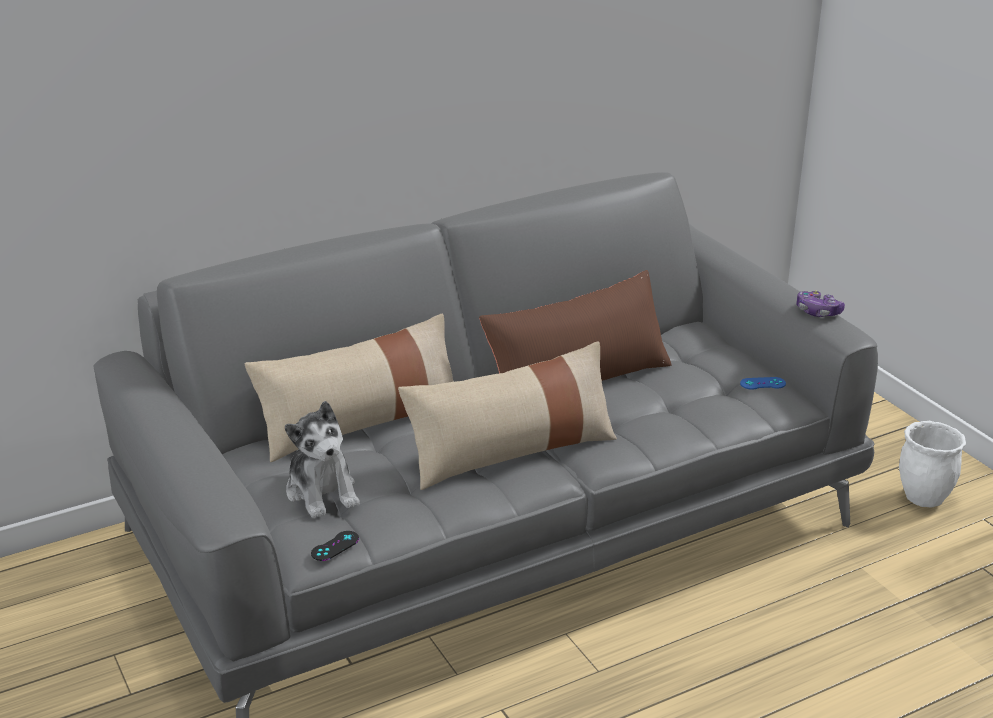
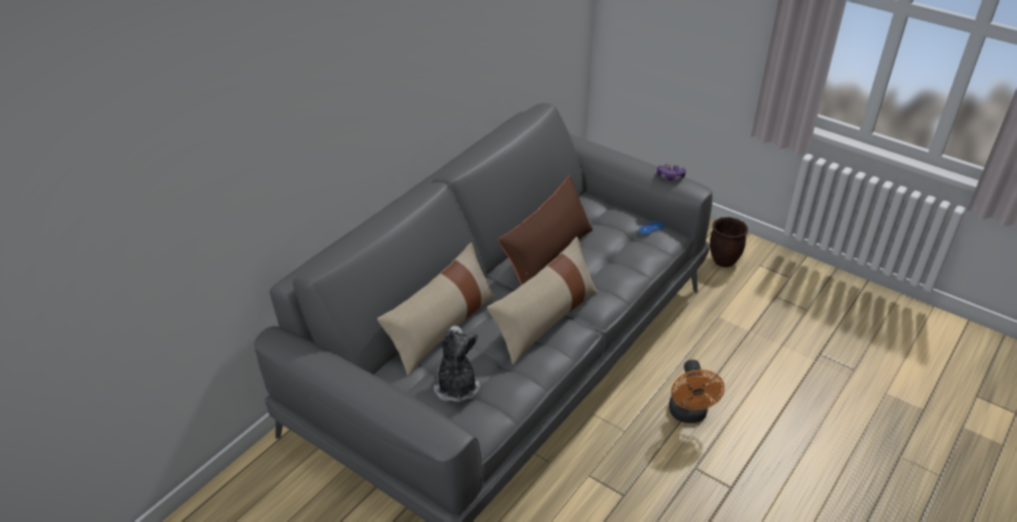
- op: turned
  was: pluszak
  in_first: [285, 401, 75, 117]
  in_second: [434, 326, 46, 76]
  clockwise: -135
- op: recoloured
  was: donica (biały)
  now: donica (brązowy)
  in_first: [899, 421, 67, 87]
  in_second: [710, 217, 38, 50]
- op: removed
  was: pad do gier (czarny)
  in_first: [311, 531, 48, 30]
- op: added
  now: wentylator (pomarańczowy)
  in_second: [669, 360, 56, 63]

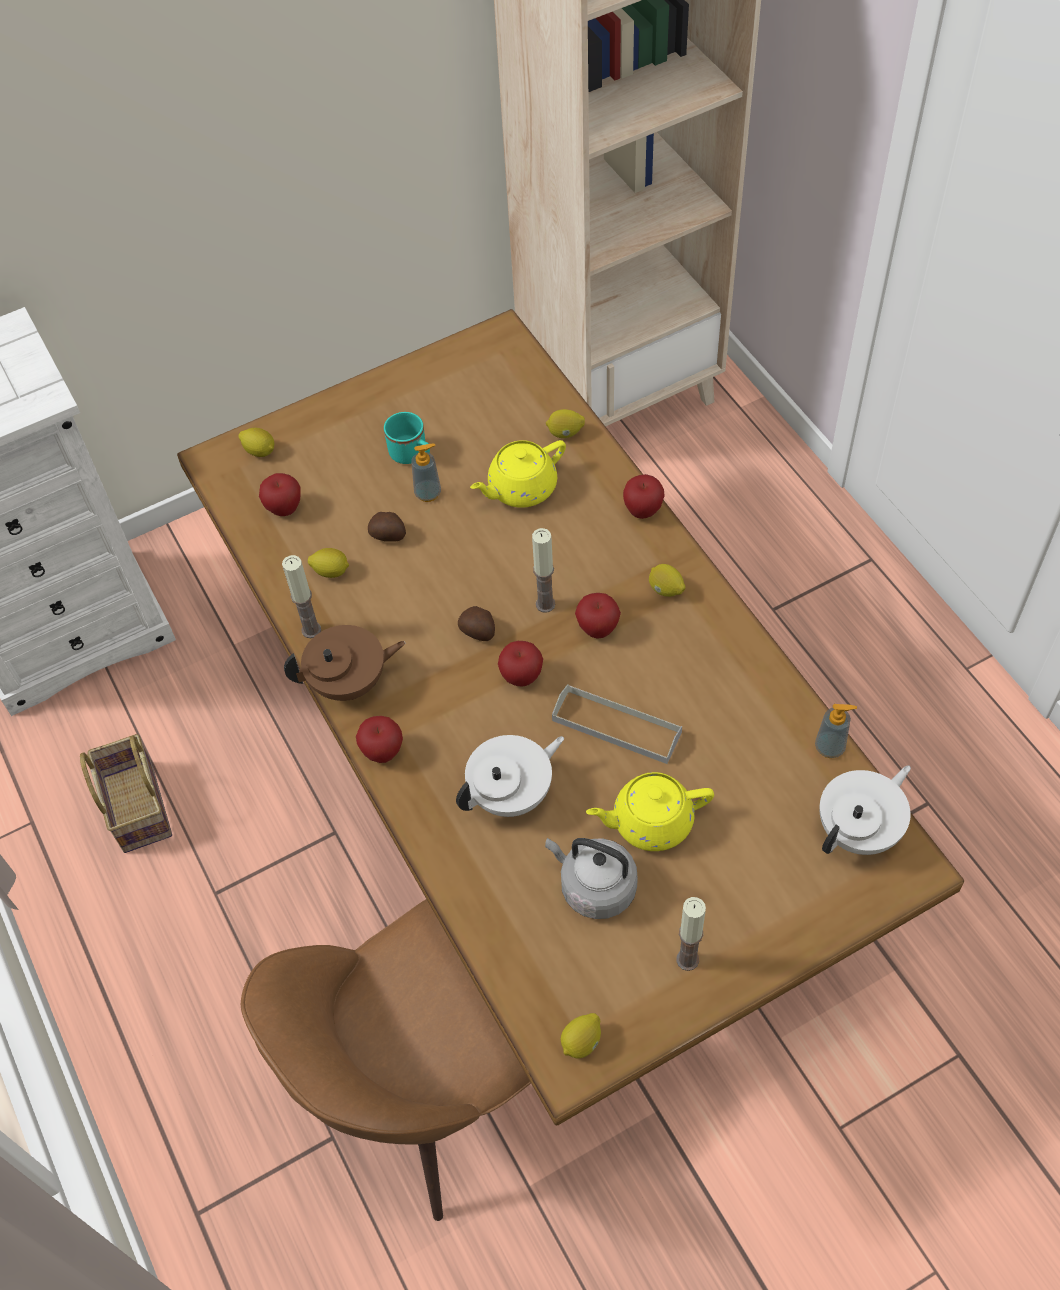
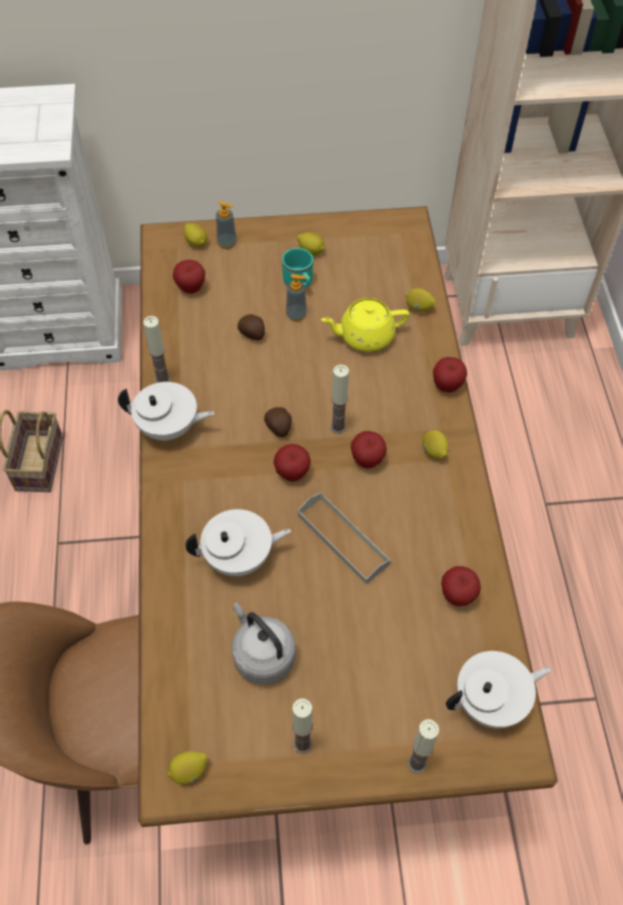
- op: moved
  was: cytryna
  in_first: [308, 548, 41, 30]
  in_second: [297, 232, 27, 23]
- op: recoloured
  was: imbryk (brązowy)
  now: imbryk (biały)
  in_first: [284, 625, 121, 76]
  in_second: [118, 382, 97, 59]
- op: moved
  was: dozownik mydła
  in_first: [815, 704, 42, 54]
  in_second: [216, 201, 21, 48]
- op: moved
  was: jabłko
  in_first: [356, 716, 47, 47]
  in_second: [441, 566, 40, 40]
- op: removed
  was: imbryk (żółty)
  in_first: [586, 772, 128, 79]
- op: added
  now: świeca
  in_second: [408, 719, 31, 55]

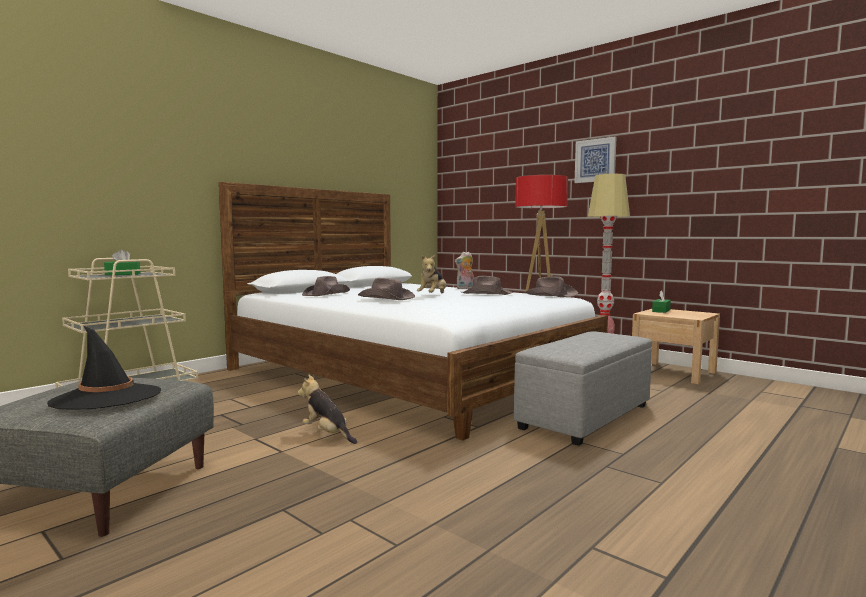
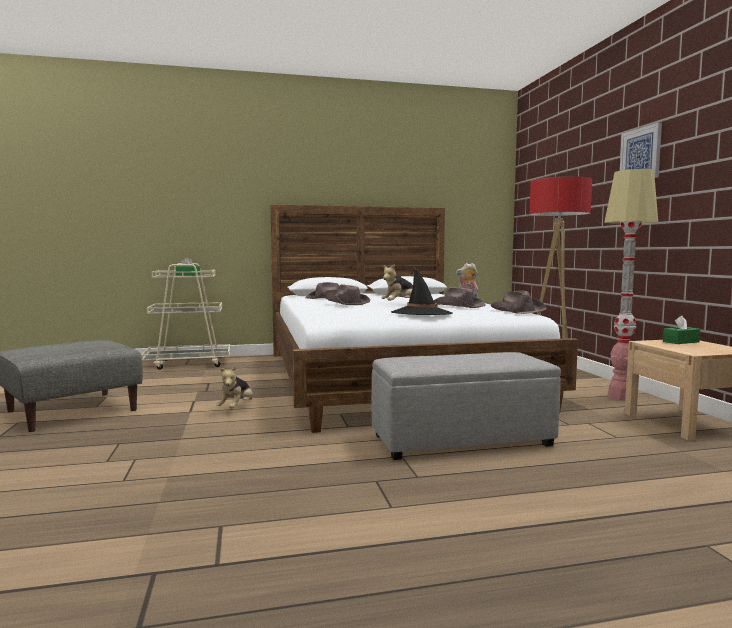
- op: moved
  was: kapelusz (czarny)
  in_first: [47, 325, 114, 84]
  in_second: [391, 267, 62, 48]
- op: turned
  was: pluszak
  in_first: [298, 375, 59, 69]
  in_second: [216, 366, 37, 42]
  clockwise: -150

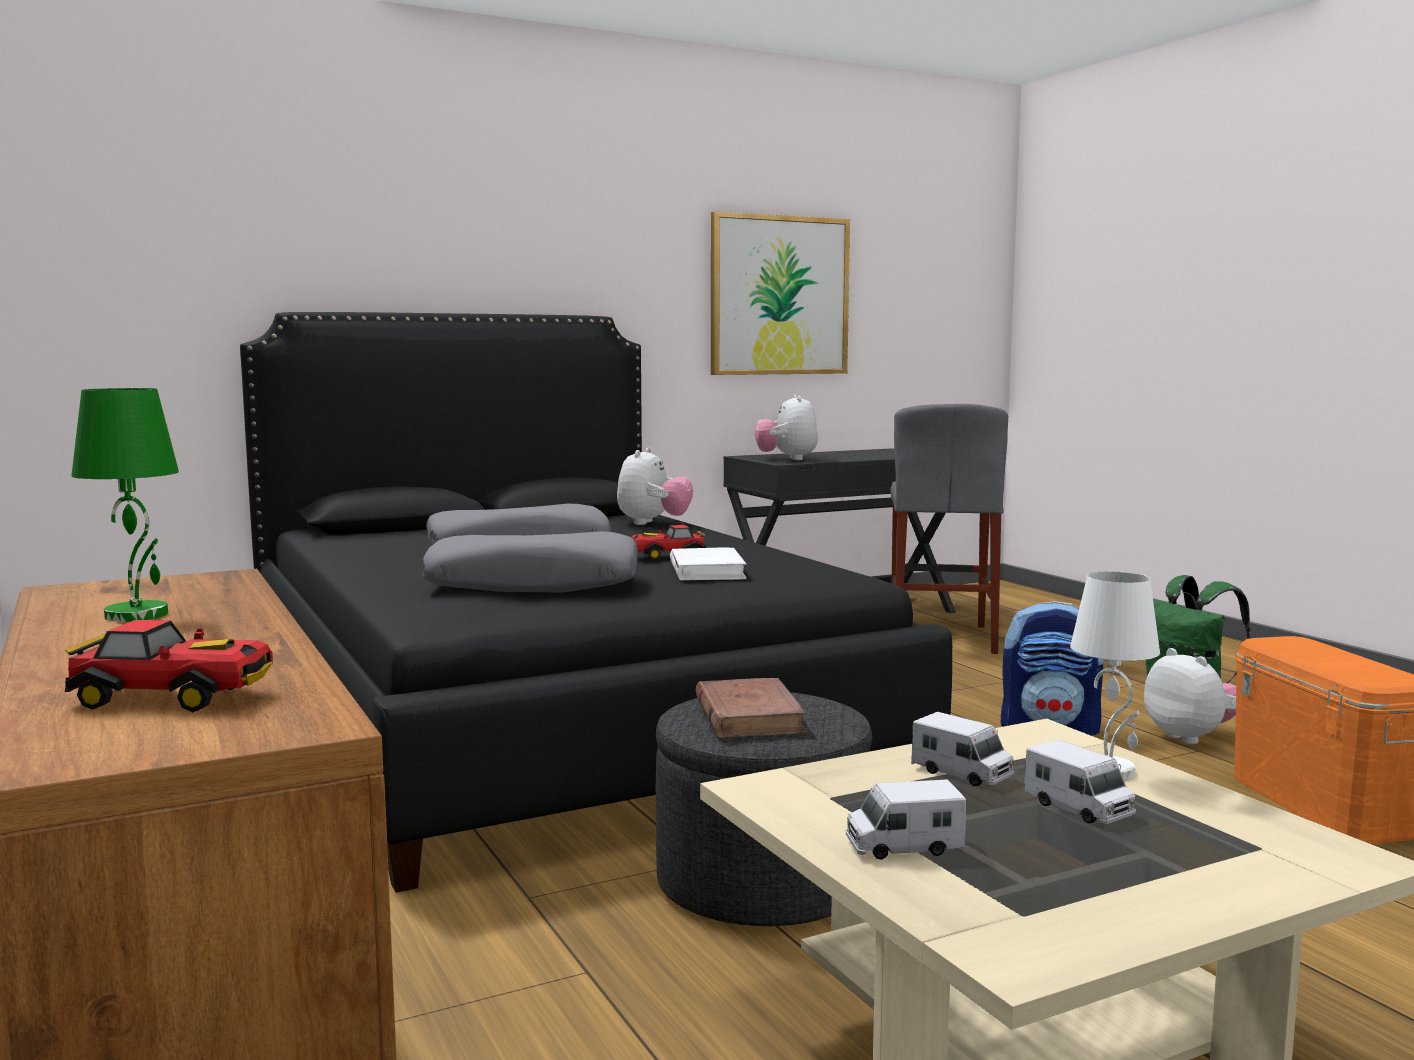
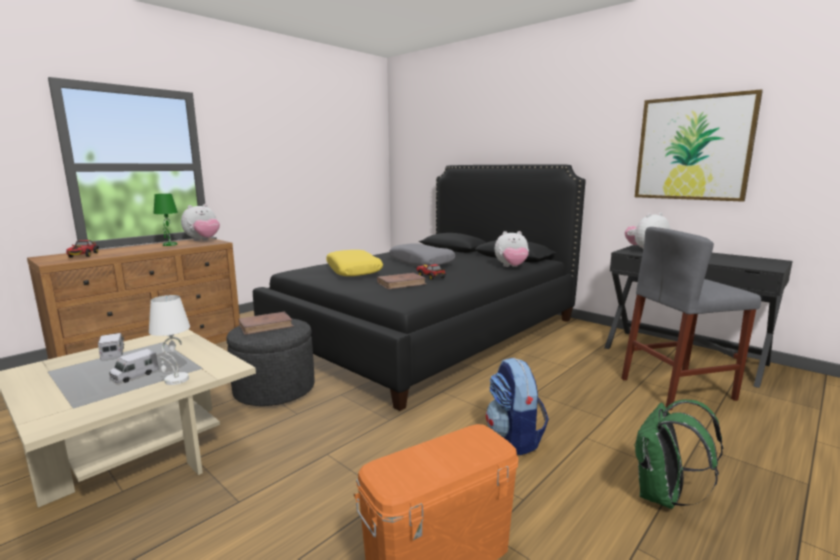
- op: recoloured
  was: poduszka (szary)
  now: poduszka (żółty)
  in_first: [422, 531, 216, 62]
  in_second: [326, 250, 57, 26]
- op: recoloured
  was: książka (biały)
  now: książka (brązowy)
  in_first: [670, 547, 76, 33]
  in_second: [377, 273, 49, 16]
- op: moved
  was: pluszak
  in_first: [1144, 648, 92, 96]
  in_second: [181, 204, 39, 37]
- op: removed
  was: ciężarówka zabawkowa
  in_first: [911, 712, 103, 74]

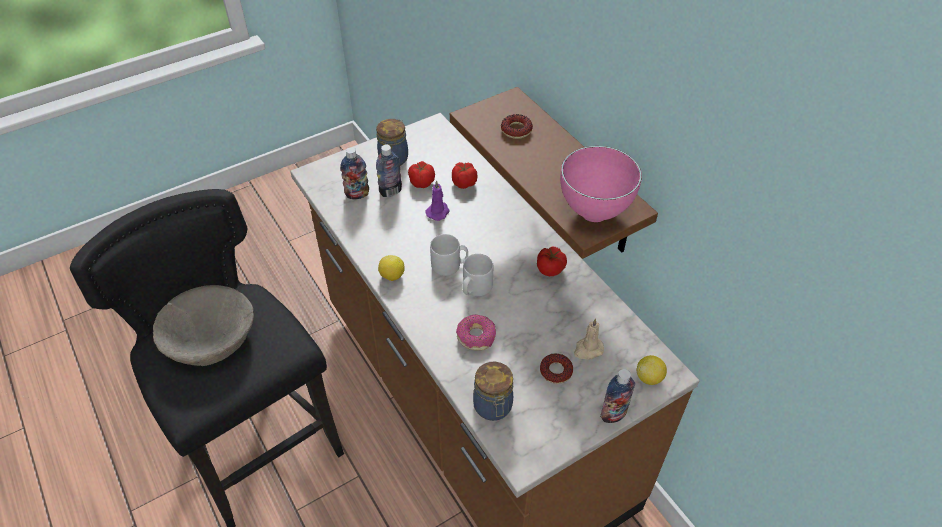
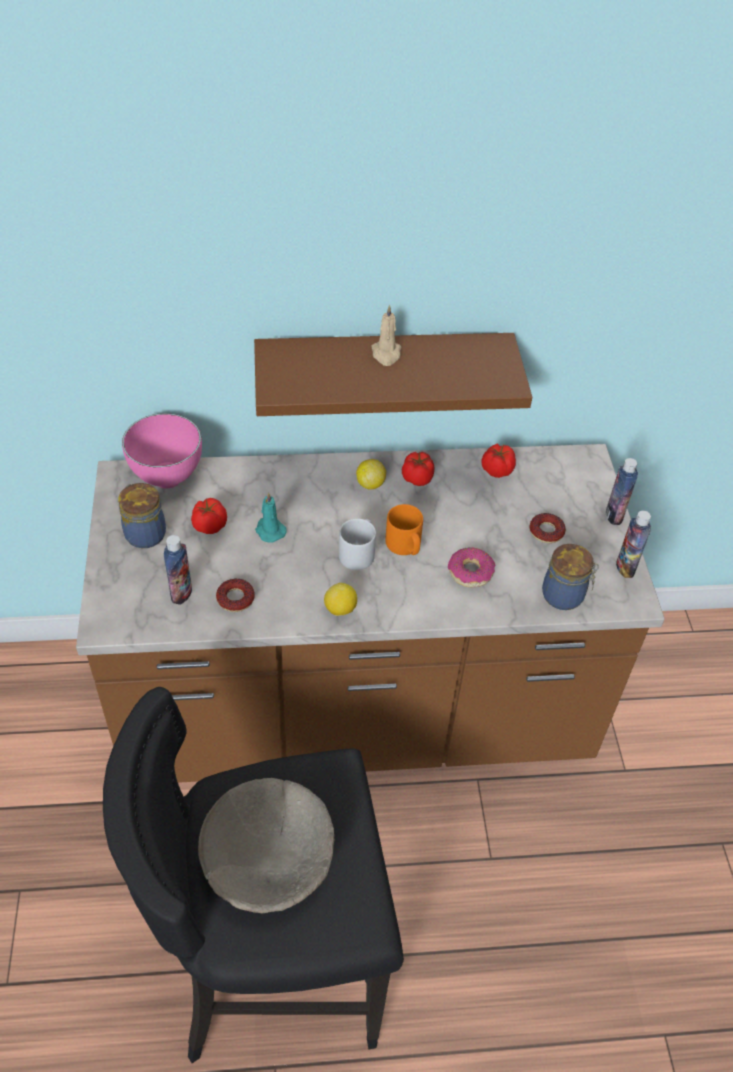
- op: moved
  was: donut
  in_first: [501, 114, 32, 25]
  in_second: [216, 579, 39, 33]
- op: moved
  was: butelka
  in_first: [376, 144, 26, 53]
  in_second: [616, 511, 35, 67]
- op: moved
  was: miska (różowy)
  in_first: [560, 146, 82, 76]
  in_second: [122, 413, 80, 75]
- op: moved
  was: pomidor
  in_first: [452, 162, 25, 27]
  in_second: [481, 444, 35, 34]
- op: recoloured
  was: świeca (fioletowy)
  now: świeca (turkusowy)
  in_first: [425, 180, 25, 41]
  in_second: [255, 492, 31, 51]
- op: recoloured
  was: kubek (szary)
  now: kubek (pomarańczowy)
  in_first: [462, 254, 31, 42]
  in_second: [385, 504, 38, 51]
- op: moved
  was: świeca (beżowy)
  in_first: [574, 318, 30, 42]
  in_second: [371, 304, 30, 62]
- op: moved
  was: cytryna
  in_first: [637, 355, 30, 30]
  in_second: [356, 459, 30, 31]

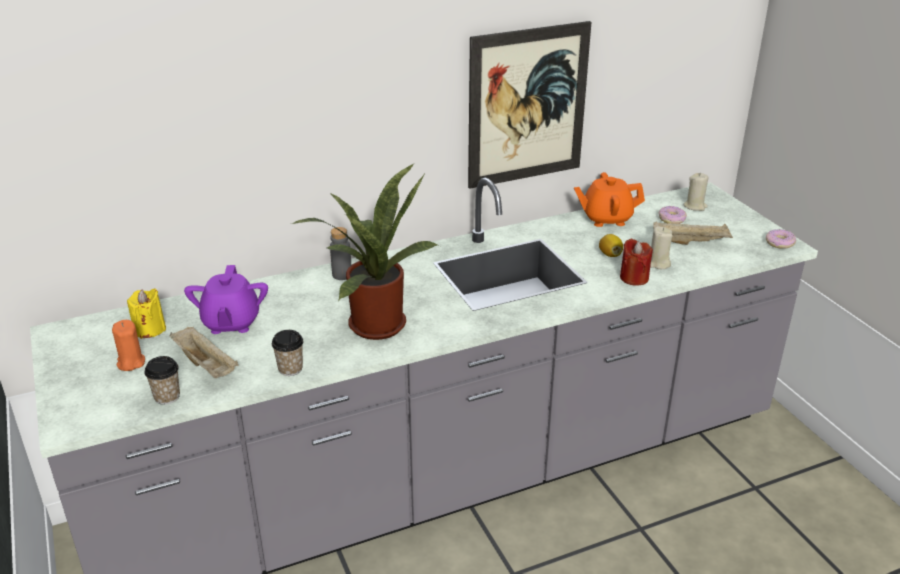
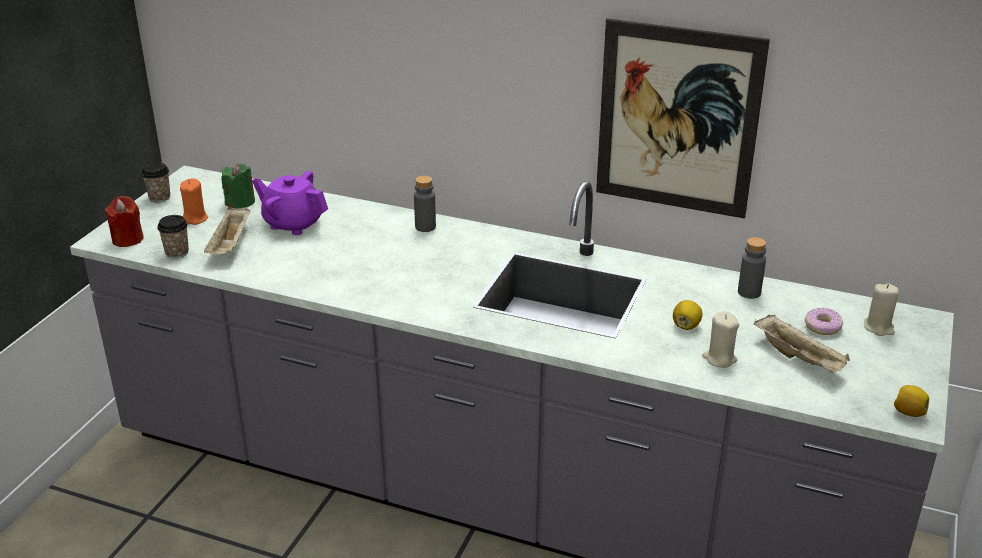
- op: removed
  was: roślina doniczkowa
  in_first: [292, 164, 146, 176]
- op: replaced
  was: imbryk (pomarańczowy)
  now: butelka (szary)
  in_first: [574, 172, 71, 55]
  in_second: [738, 237, 28, 62]
- op: replaced
  was: donut
  now: cytryna
  in_first: [766, 229, 30, 20]
  in_second: [894, 385, 35, 32]
- op: moved
  was: świeca (czerwony)
  in_first: [620, 239, 33, 46]
  in_second: [105, 196, 39, 51]
- op: turned
  was: imbryk (fioletowy)
  in_first: [184, 265, 84, 69]
  in_second: [252, 171, 76, 64]
  clockwise: 75
- op: recoloured
  was: świeca (żółty)
  now: świeca (zielony)
  in_first: [127, 288, 39, 51]
  in_second: [221, 163, 34, 45]
- op: moved
  was: filiżanka
  in_first: [272, 330, 31, 46]
  in_second: [141, 162, 29, 40]

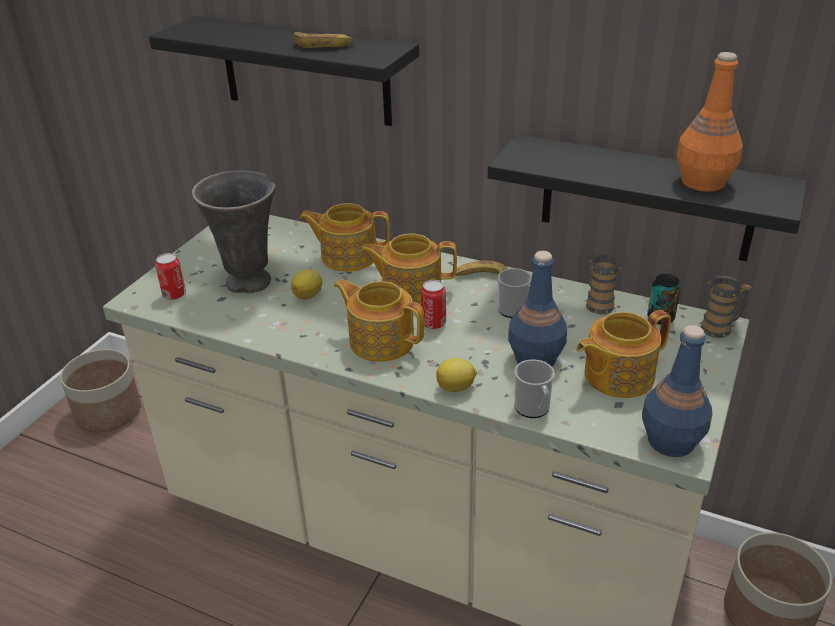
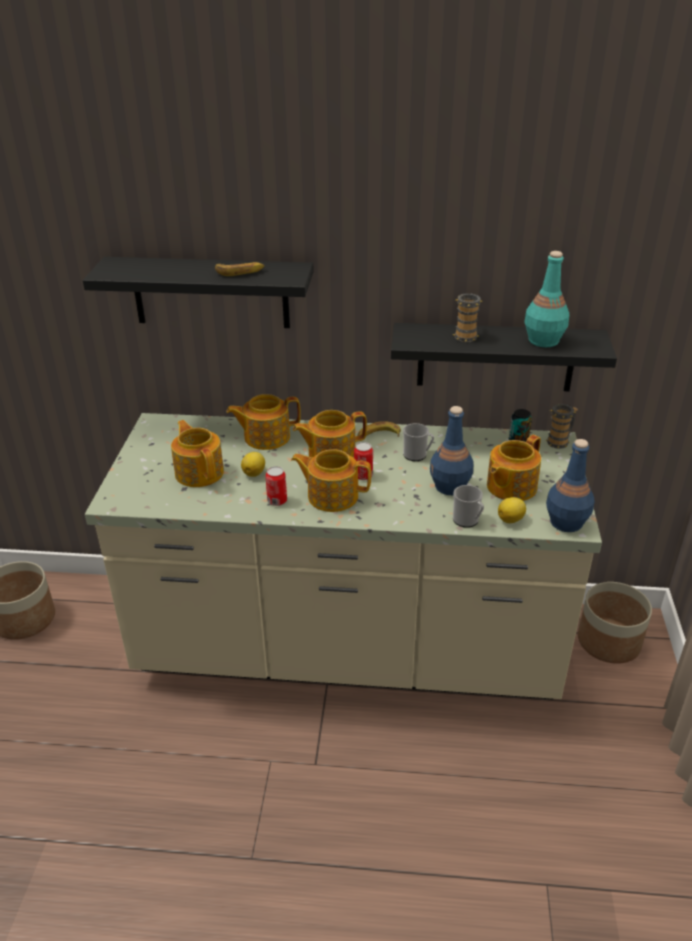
- op: recoloured
  was: butelka (pomarańczowy)
  now: butelka (turkusowy)
  in_first: [677, 52, 66, 140]
  in_second: [524, 251, 45, 96]
- op: replaced
  was: wazon (szary)
  now: imbryk
  in_first: [192, 170, 84, 123]
  in_second: [171, 420, 53, 67]
- op: moved
  was: puszka
  in_first: [155, 253, 31, 47]
  in_second: [266, 466, 21, 40]
- op: moved
  was: kubek
  in_first: [584, 254, 38, 60]
  in_second: [453, 293, 30, 49]
- op: moved
  was: cytryna
  in_first: [436, 358, 41, 34]
  in_second: [498, 497, 28, 26]

